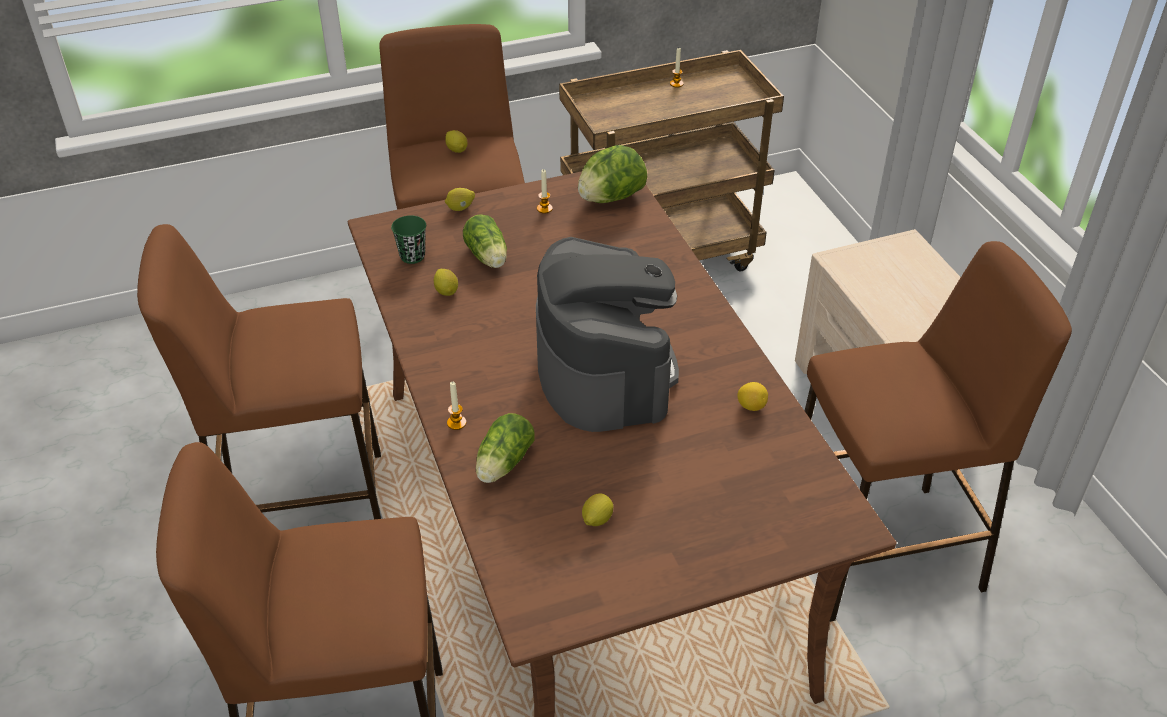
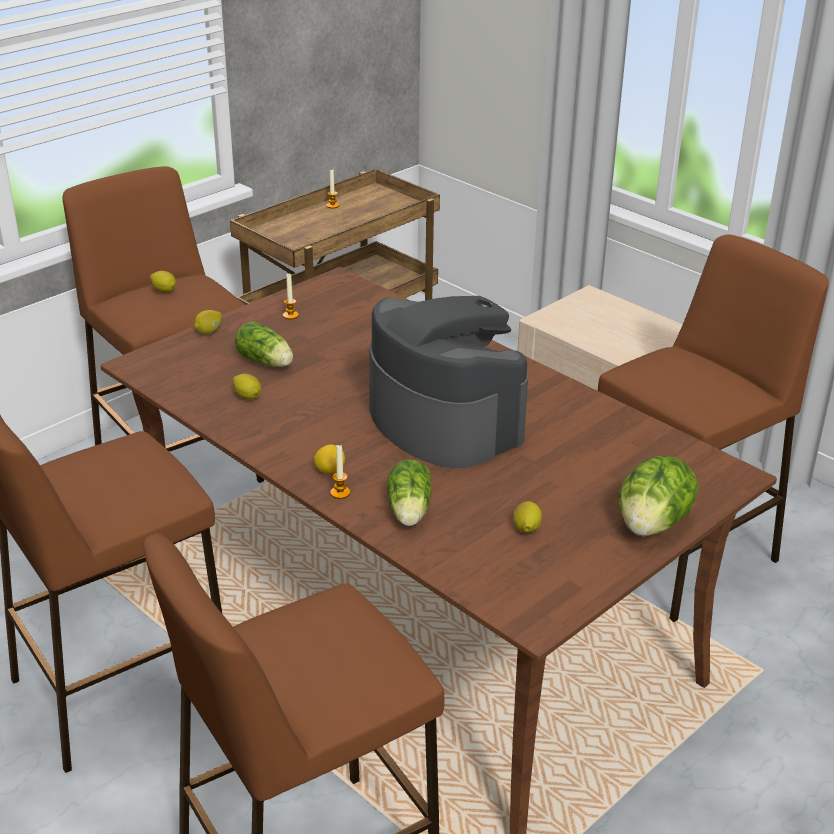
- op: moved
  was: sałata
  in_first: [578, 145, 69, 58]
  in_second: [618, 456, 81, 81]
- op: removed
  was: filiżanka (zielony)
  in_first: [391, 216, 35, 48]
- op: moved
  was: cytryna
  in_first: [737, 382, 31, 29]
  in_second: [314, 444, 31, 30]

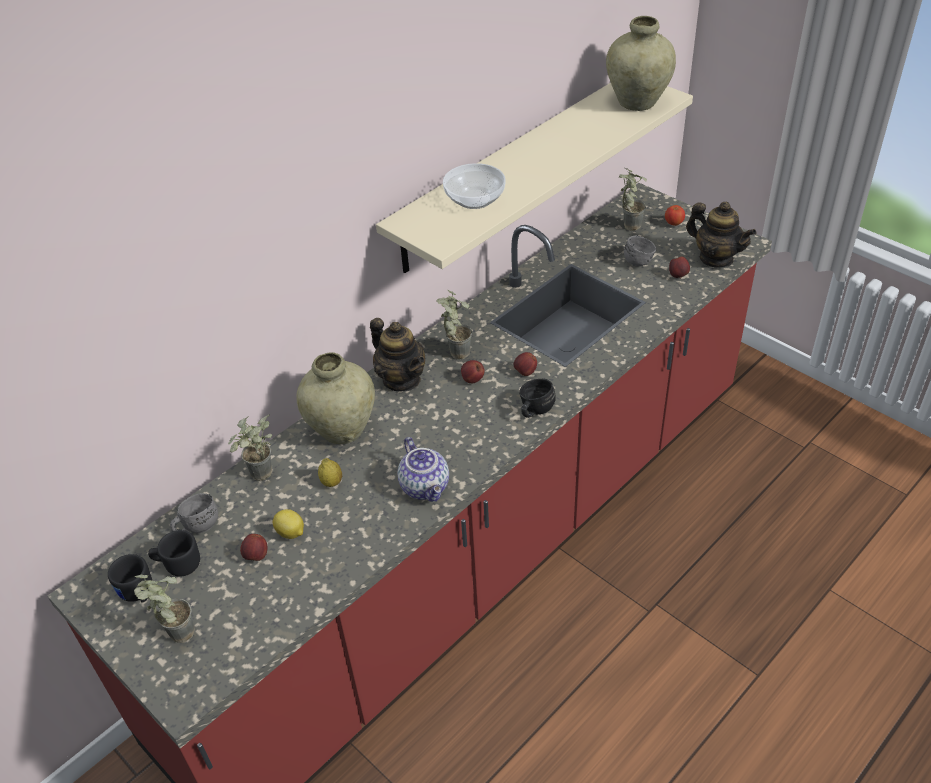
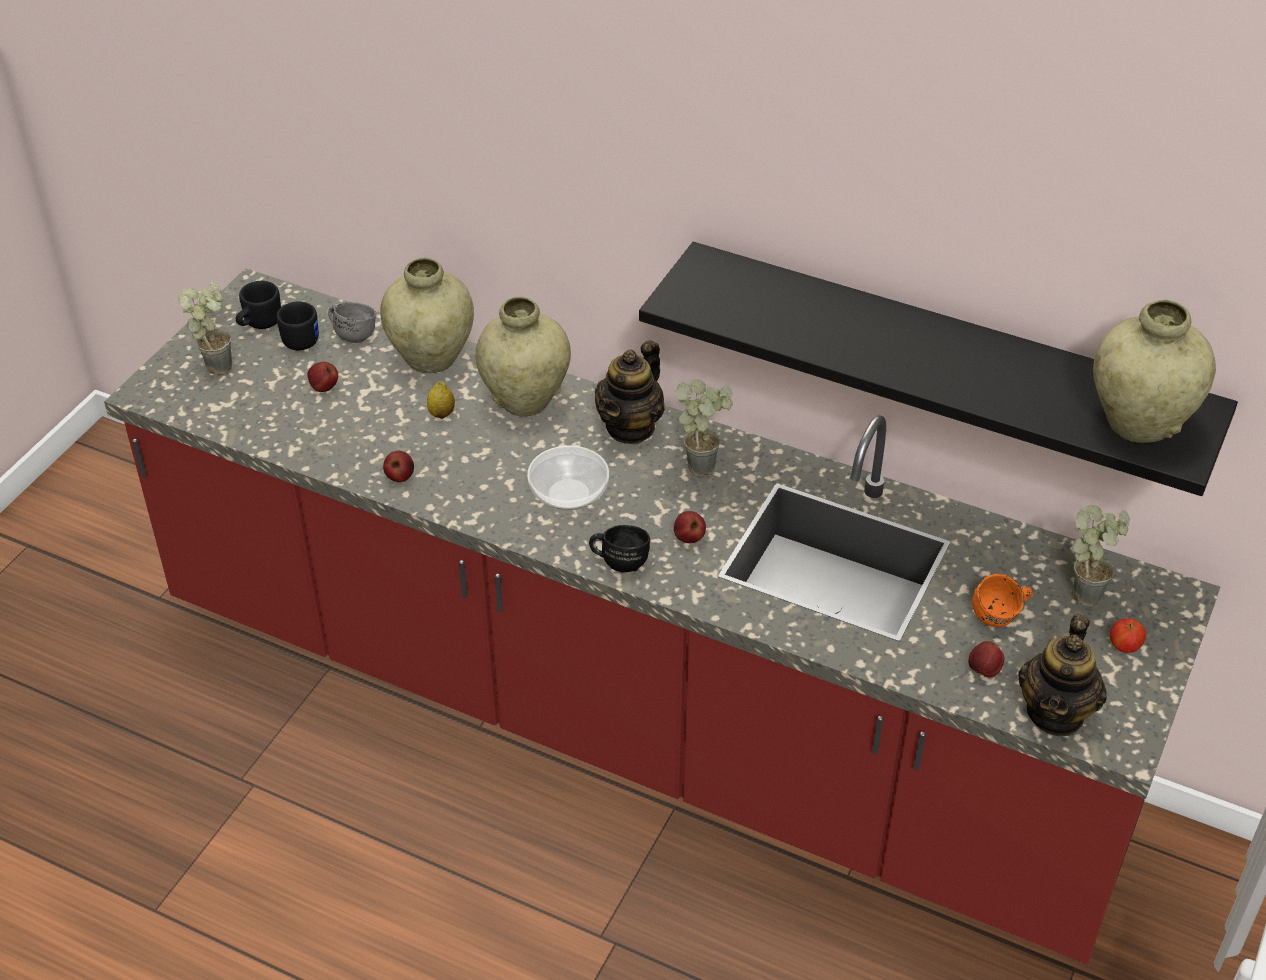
- op: recoloured
  was: półka (beżowy)
  now: półka (czarny)
  in_first: [376, 83, 317, 190]
  in_second: [639, 242, 599, 254]
- op: moved
  was: miska
  in_first: [443, 163, 63, 46]
  in_second: [527, 446, 82, 64]
- op: recoloured
  was: kubek (szary)
  now: kubek (pomarańczowy)
  in_first: [624, 235, 32, 32]
  in_second: [972, 574, 61, 53]
- op: moved
  was: jabłko
  in_first: [461, 360, 24, 23]
  in_second: [383, 451, 31, 31]
- op: replaced
  was: roślina doniczkowa
  now: wazon (beżowy)
  in_first: [228, 414, 44, 67]
  in_second: [380, 257, 94, 117]
- op: removed
  was: imbryk
  in_first: [398, 437, 51, 65]
- op: removed
  was: cytryna
  in_first: [273, 509, 31, 30]

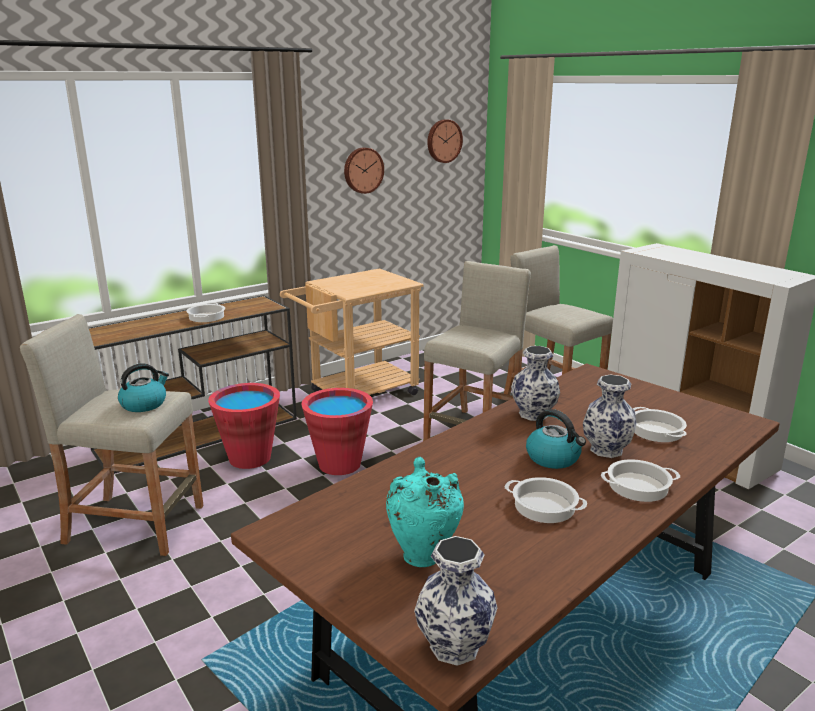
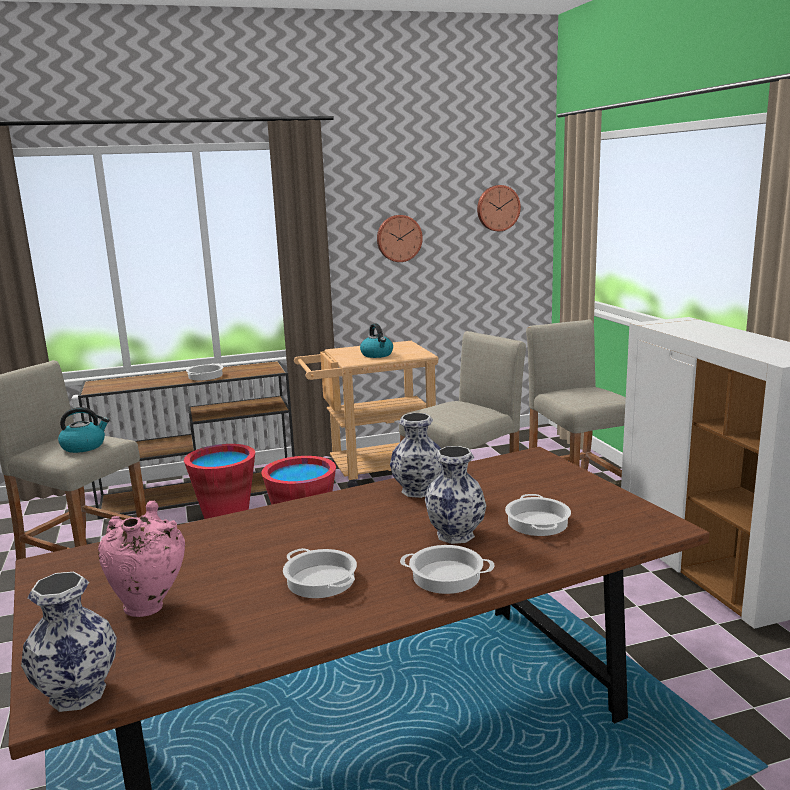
- op: moved
  was: czajnik
  in_first: [526, 409, 60, 60]
  in_second: [360, 323, 33, 35]
- op: recoloured
  was: wazon (turkusowy)
  now: wazon (różowy)
  in_first: [386, 457, 78, 110]
  in_second: [98, 501, 87, 116]

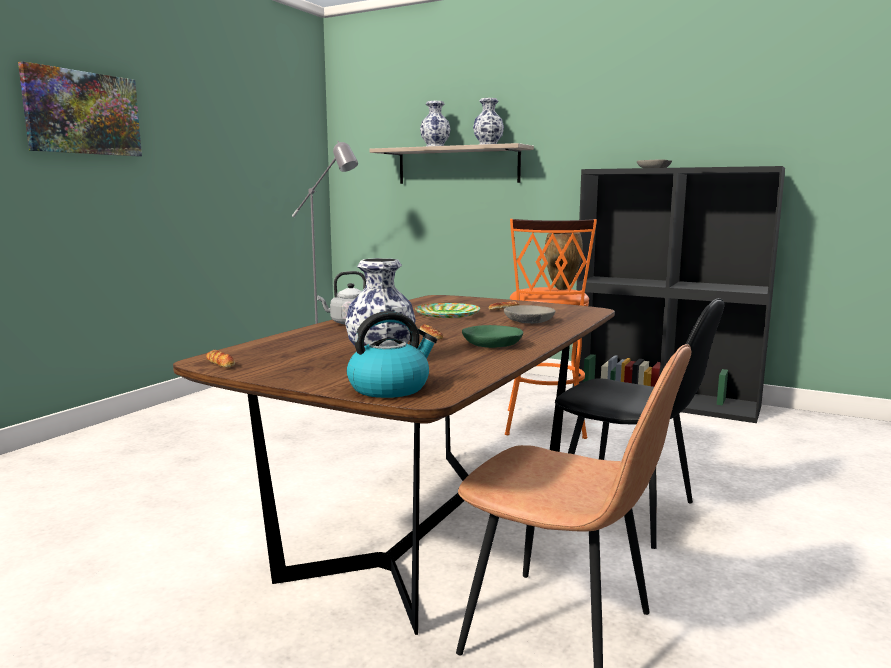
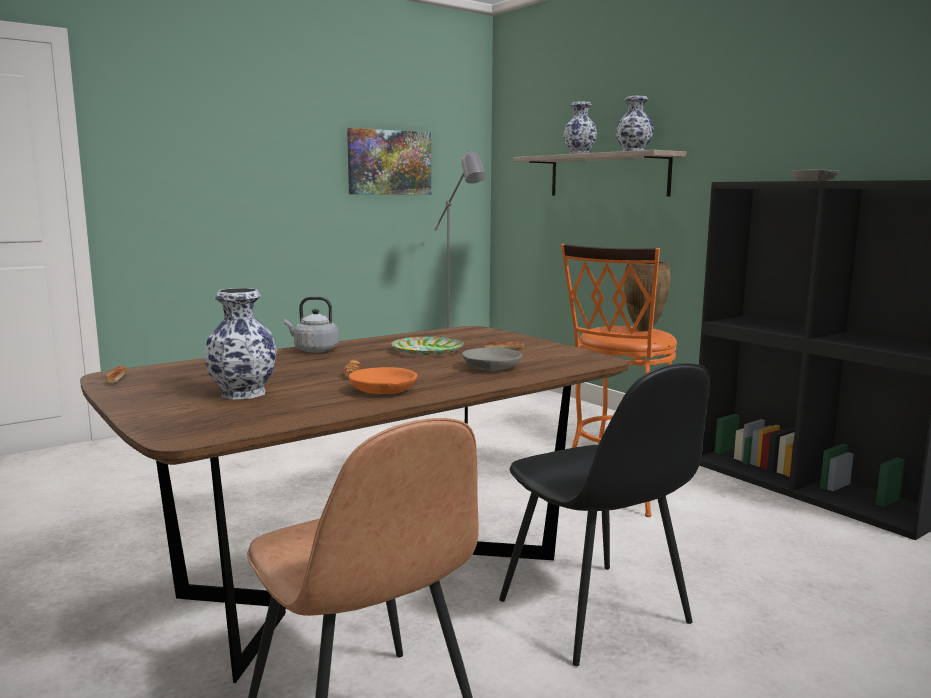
- op: moved
  was: obraz
  in_first: [18, 61, 124, 95]
  in_second: [347, 128, 84, 66]
- op: removed
  was: czajnik
  in_first: [347, 311, 90, 87]
- op: recoloured
  was: miska (zielony)
  now: miska (pomarańczowy)
  in_first: [462, 325, 61, 23]
  in_second: [349, 367, 68, 27]

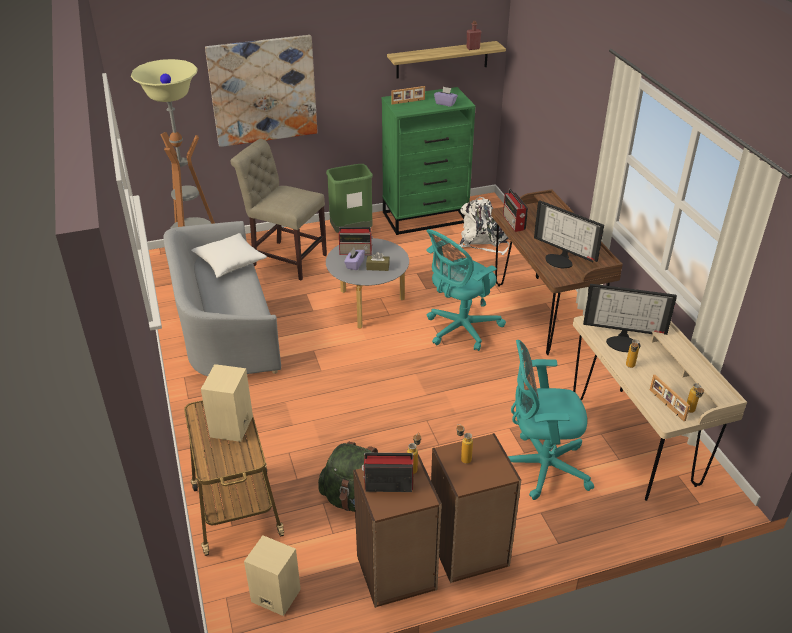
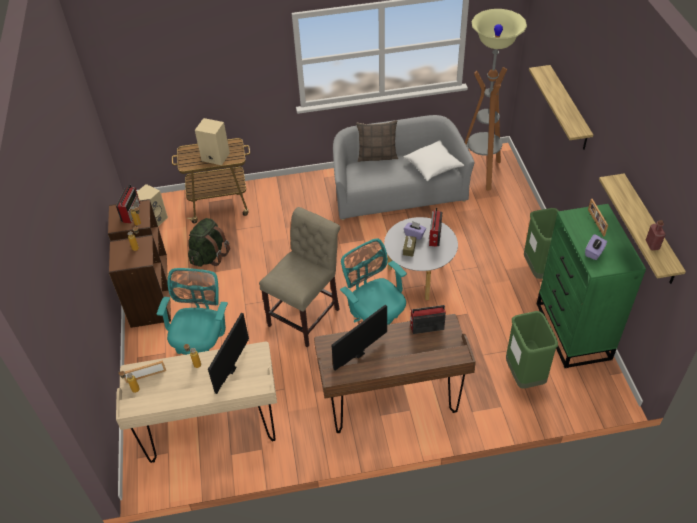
- op: replaced
  was: obraz
  now: półka
  in_first: [205, 35, 113, 112]
  in_second: [529, 65, 64, 85]
- op: moved
  was: krzesło (beżowy)
  in_first: [231, 139, 96, 142]
  in_second: [259, 207, 81, 141]
- op: replaced
  was: plecak (biały)
  now: kosz na śmieci (zielony)
  in_first: [458, 197, 51, 58]
  in_second: [506, 311, 52, 78]
- op: added
  now: poduszka
  in_second: [356, 120, 42, 42]

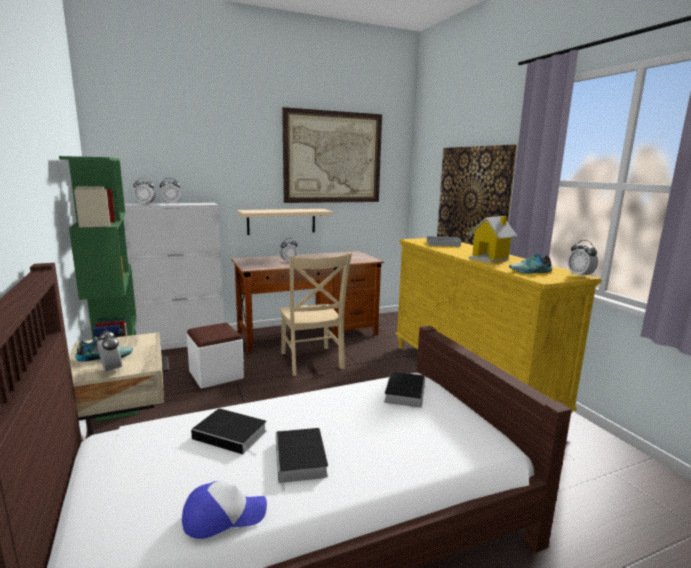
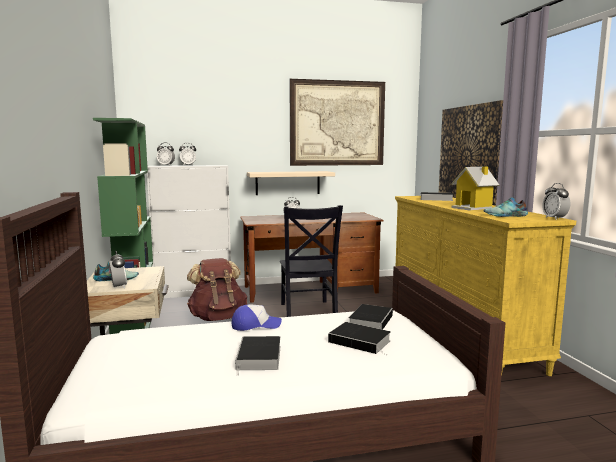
- op: recoloured
  was: krzesło (beżowy)
  now: krzesło (czarny)
  in_first: [280, 253, 72, 123]
  in_second: [280, 205, 63, 112]
- op: replaced
  was: pufa (biały)
  now: plecak (brązowy)
  in_first: [187, 323, 57, 66]
  in_second: [187, 258, 61, 63]
- op: moved
  was: książka
  in_first: [191, 408, 76, 48]
  in_second: [328, 322, 63, 33]
- op: moved
  was: czapka z daszkiem
  in_first: [182, 481, 85, 58]
  in_second: [232, 304, 50, 27]

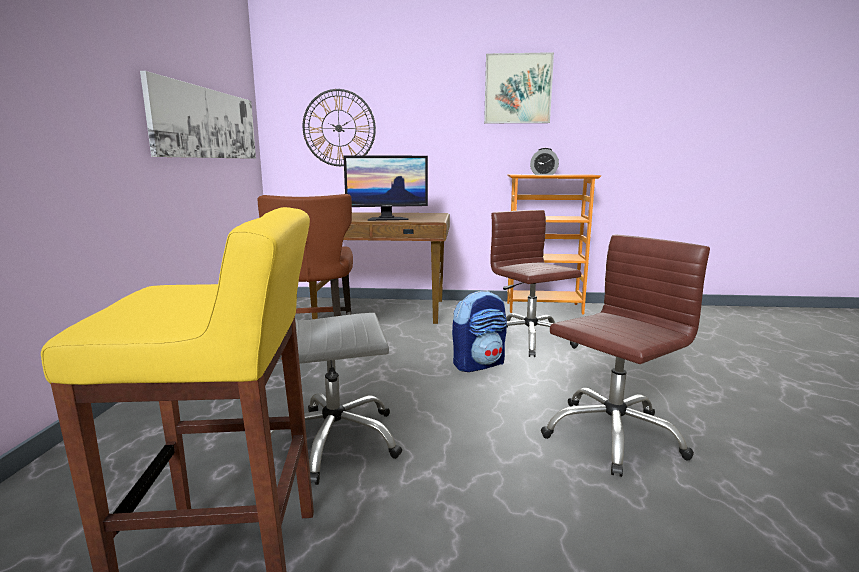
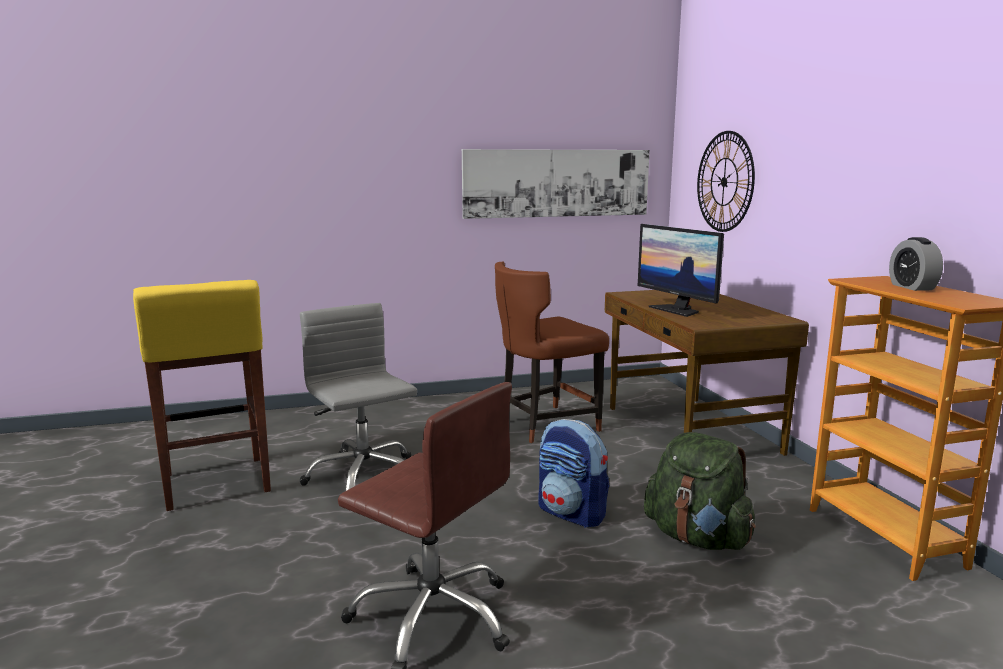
- op: removed
  was: obraz
  in_first: [484, 52, 70, 71]
- op: replaced
  was: krzesło biurowe (brązowy)
  now: plecak (zielony)
  in_first: [490, 210, 92, 147]
  in_second: [644, 432, 112, 118]

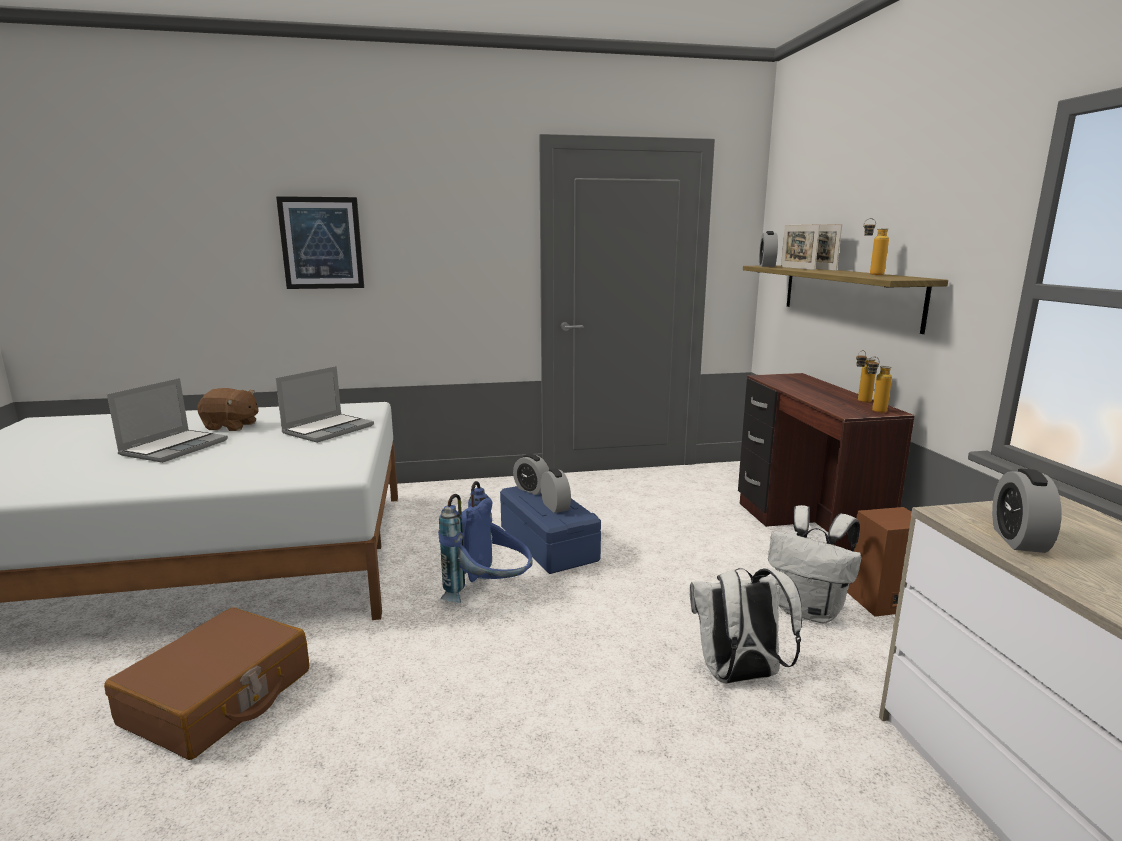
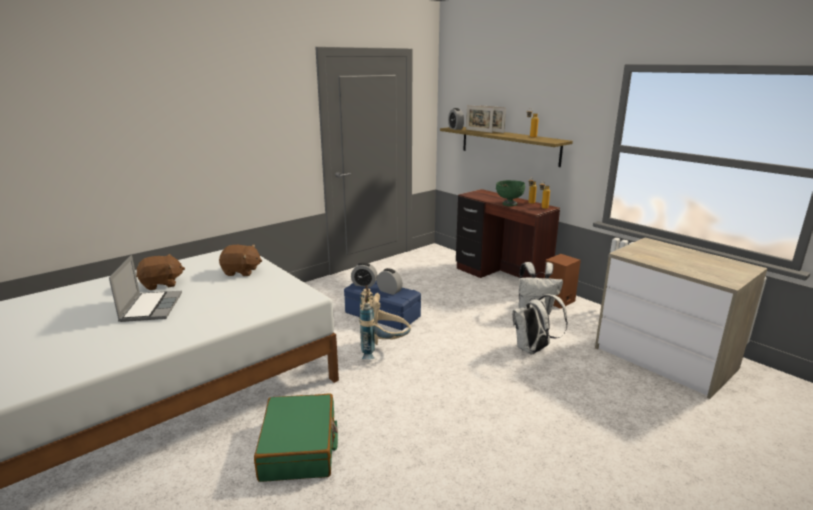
- op: removed
  was: obraz
  in_first: [276, 196, 88, 93]
- op: replaced
  was: laptop
  now: pluszak (brązowy)
  in_first: [276, 366, 98, 77]
  in_second: [219, 245, 43, 31]
- op: removed
  was: budzik
  in_first: [992, 469, 69, 84]
- op: recoloured
  was: plecak (niebieski)
  now: plecak (beżowy)
  in_first: [438, 481, 95, 122]
  in_second: [359, 285, 52, 74]
- op: recoloured
  was: walizka (brązowy)
  now: walizka (zielony)
  in_first: [104, 607, 205, 153]
  in_second: [254, 393, 84, 89]
- op: added
  now: miska (zielony)
  in_second: [496, 180, 29, 26]

